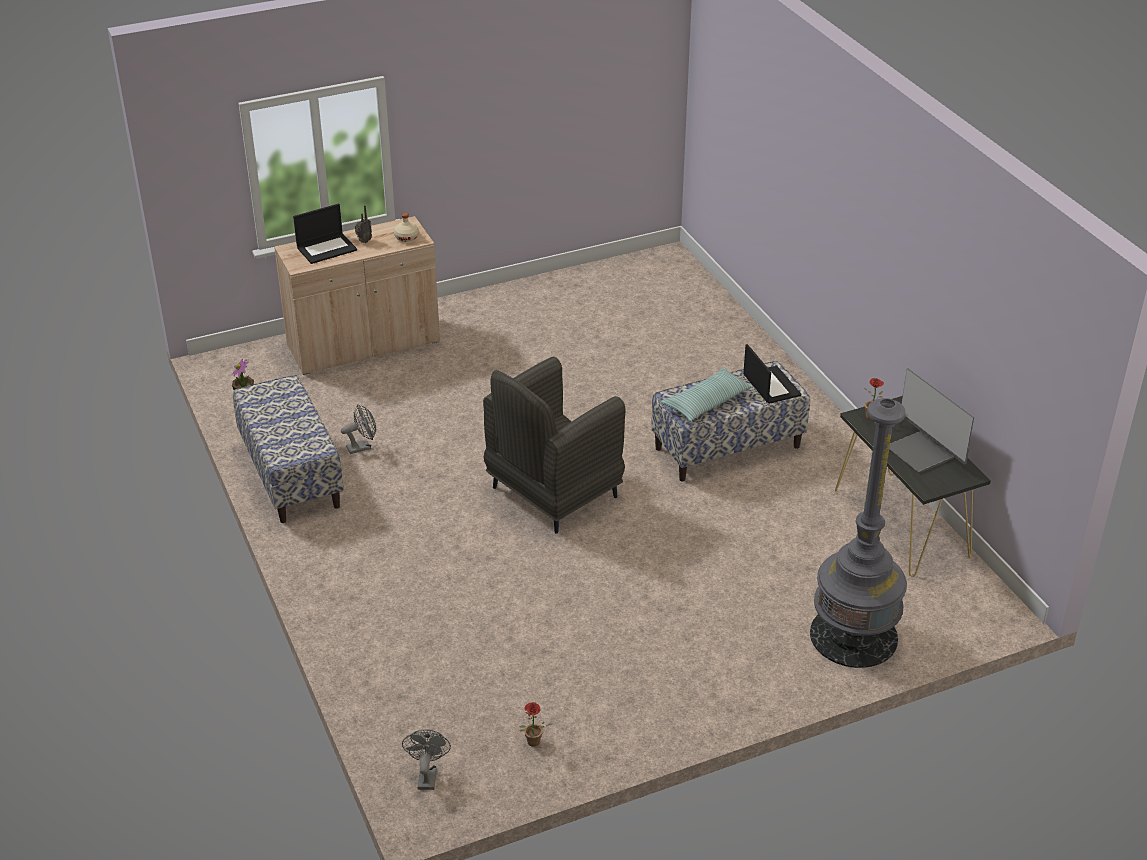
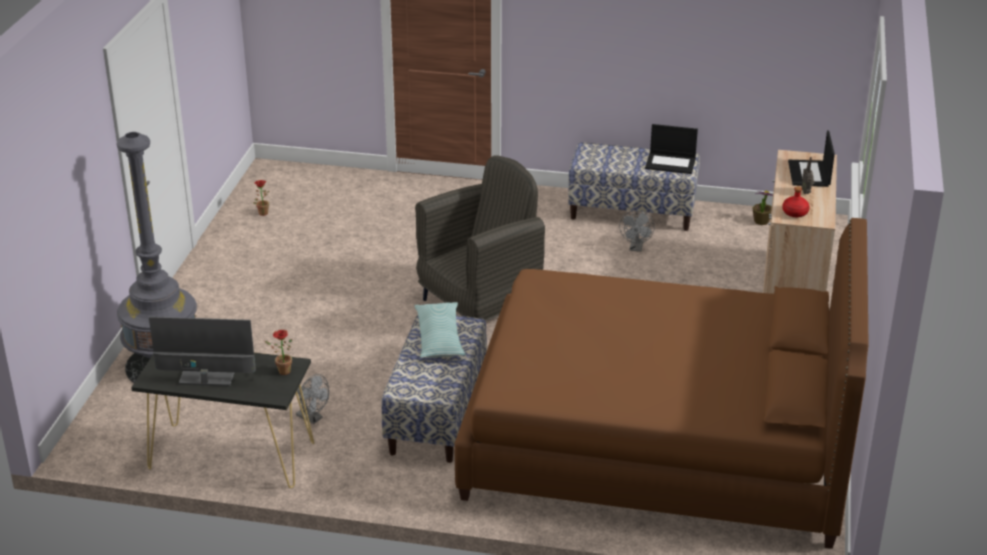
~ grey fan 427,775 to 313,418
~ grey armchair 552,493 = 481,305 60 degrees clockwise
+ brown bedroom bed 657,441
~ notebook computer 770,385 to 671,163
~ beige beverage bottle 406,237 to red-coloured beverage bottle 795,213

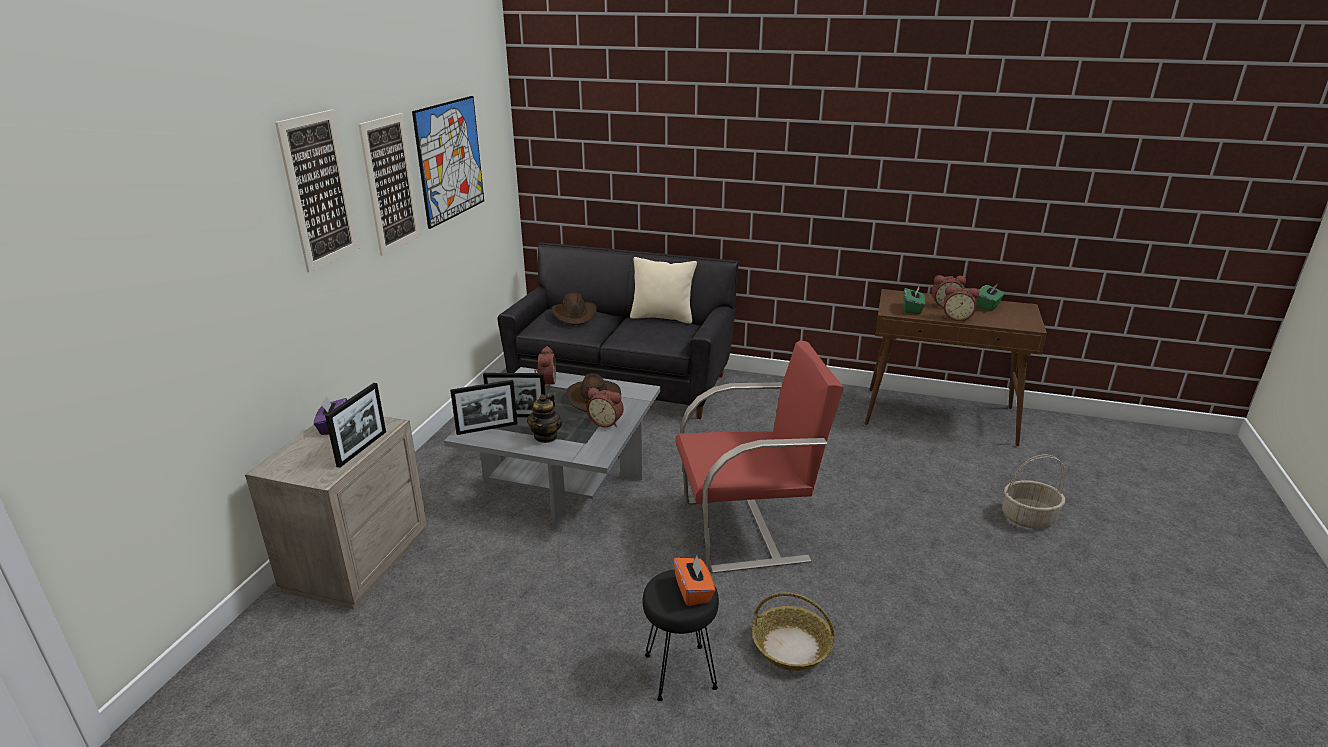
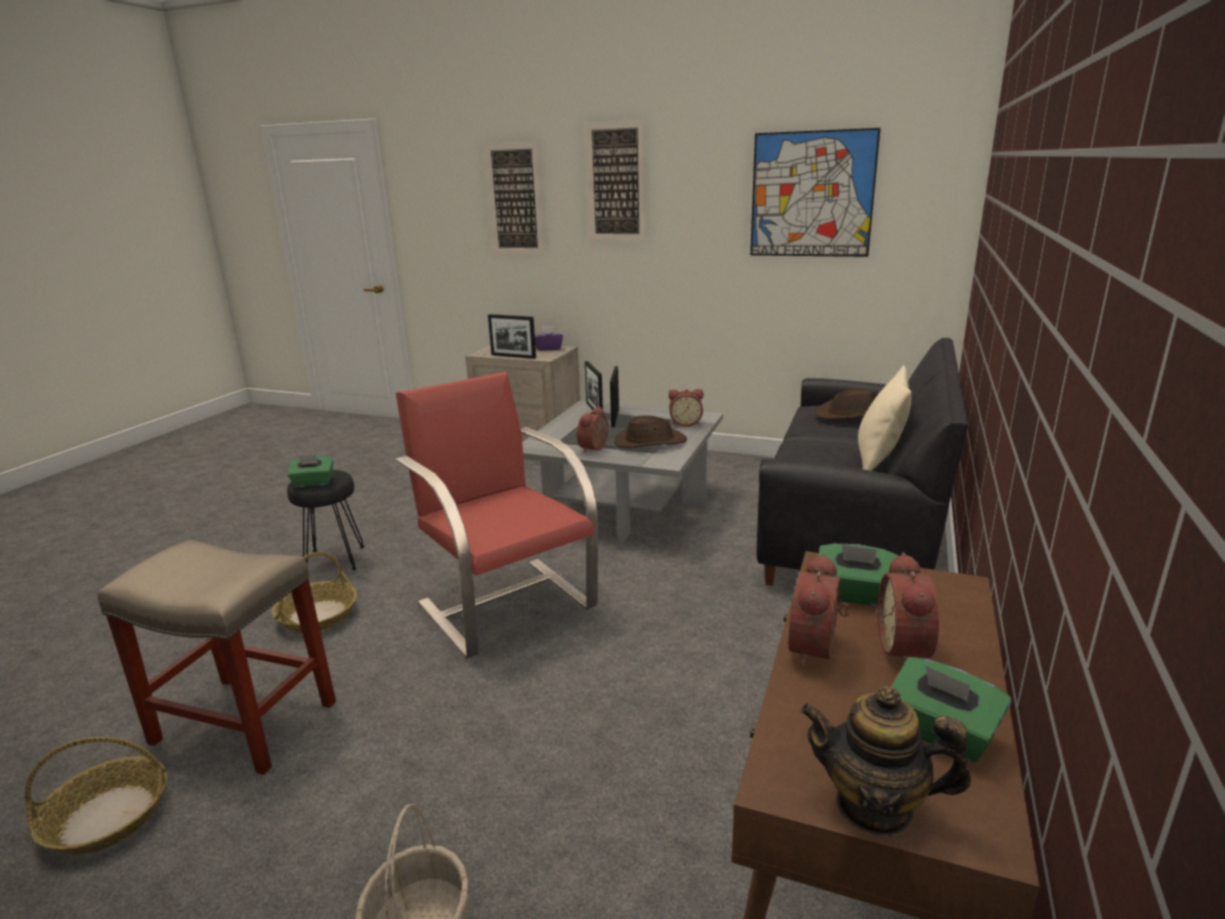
+ household basket 107,818
+ beige sitting stool 242,722
~ orange-coloured tissue box 693,591 to greenish tissue box 313,483
~ red-coloured armchair 747,529 = 506,604 150 degrees clockwise
~ wall picture 391,184 to 515,199
~ teapot 546,436 to 874,807

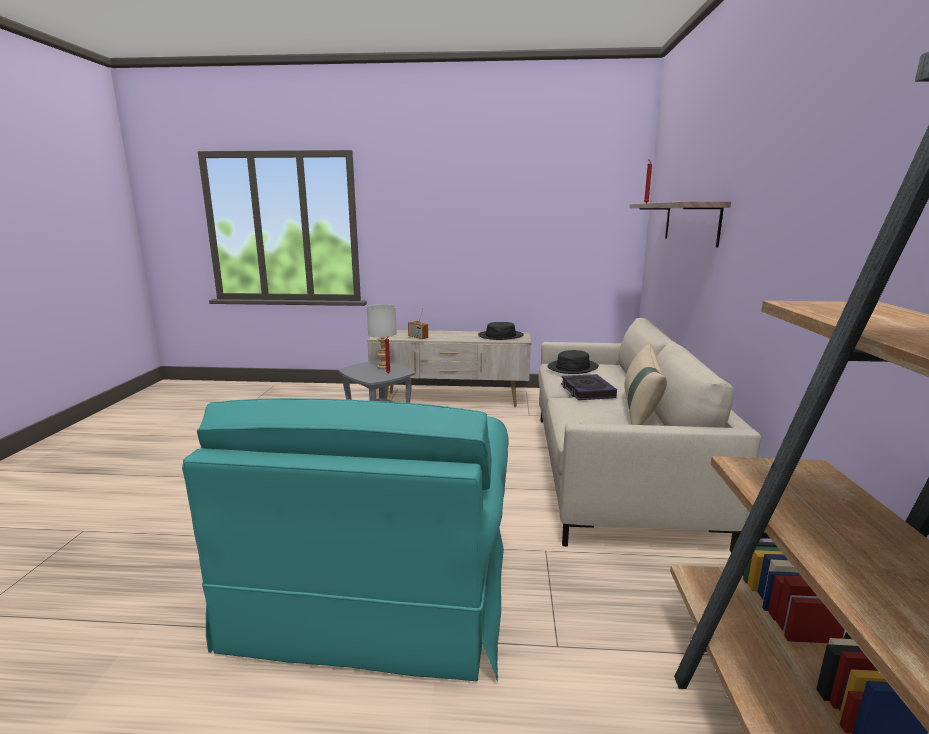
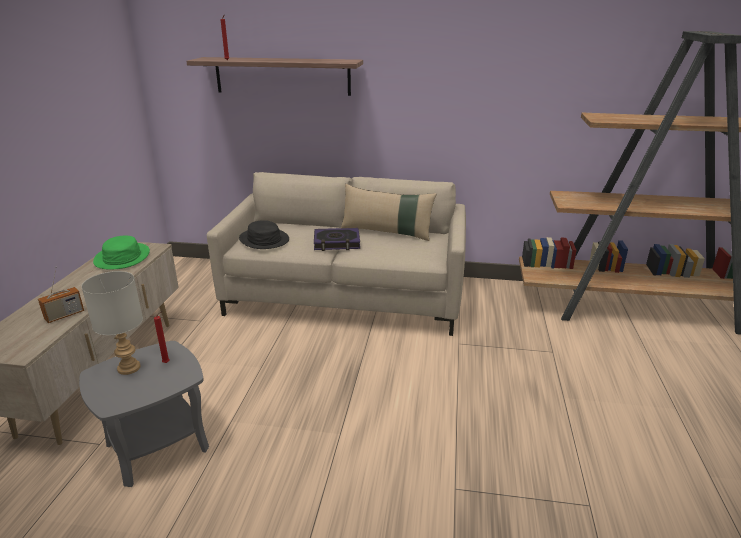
~ black-coloured clothing hat 500,336 to greenish clothing hat 122,257
- blue-green armchair 377,587

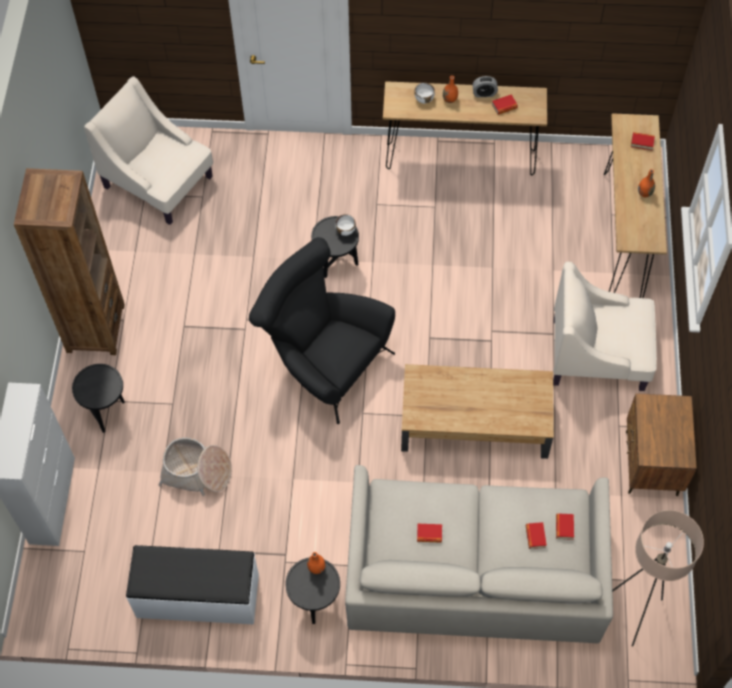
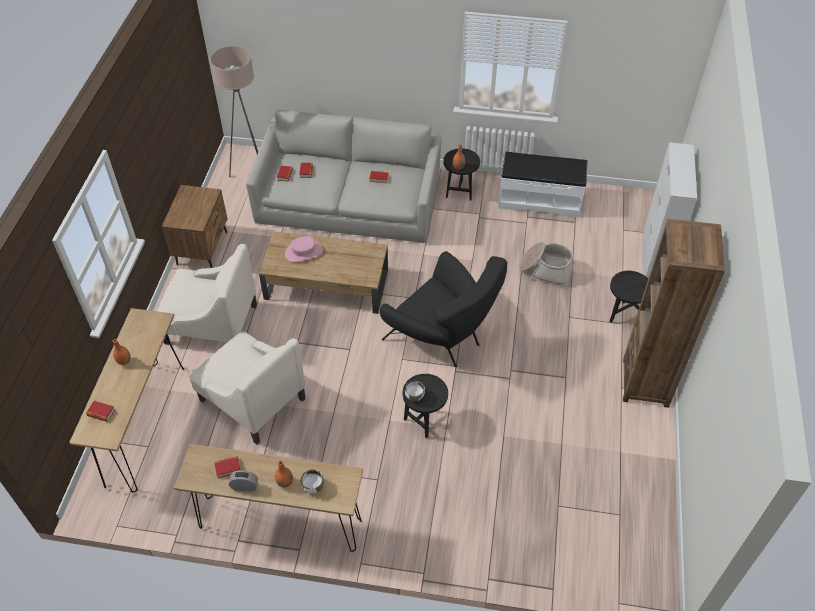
~ beige armchair 159,182 to 251,399
+ pinkish clothing hat 304,252

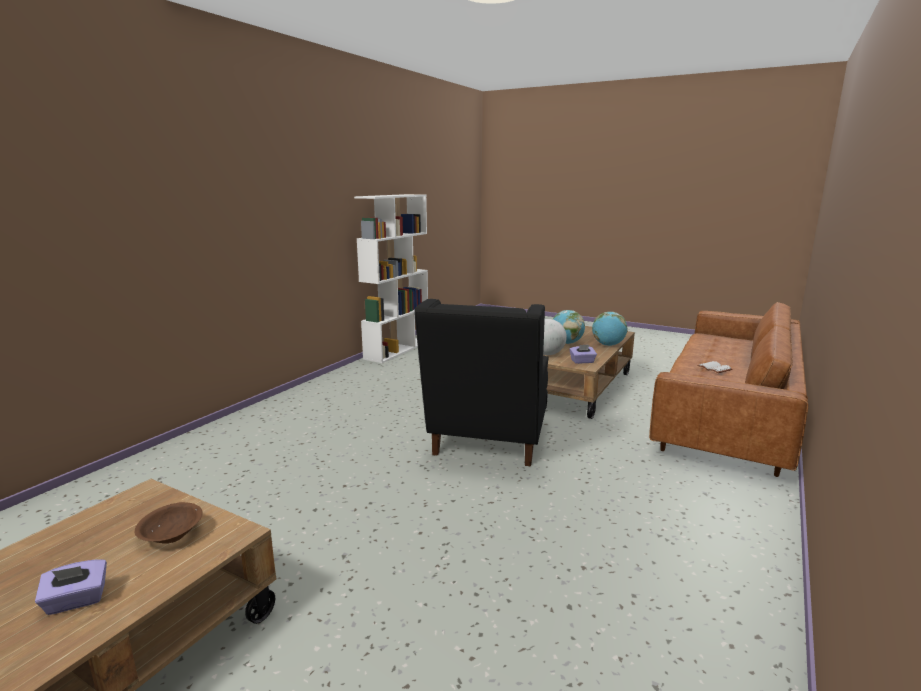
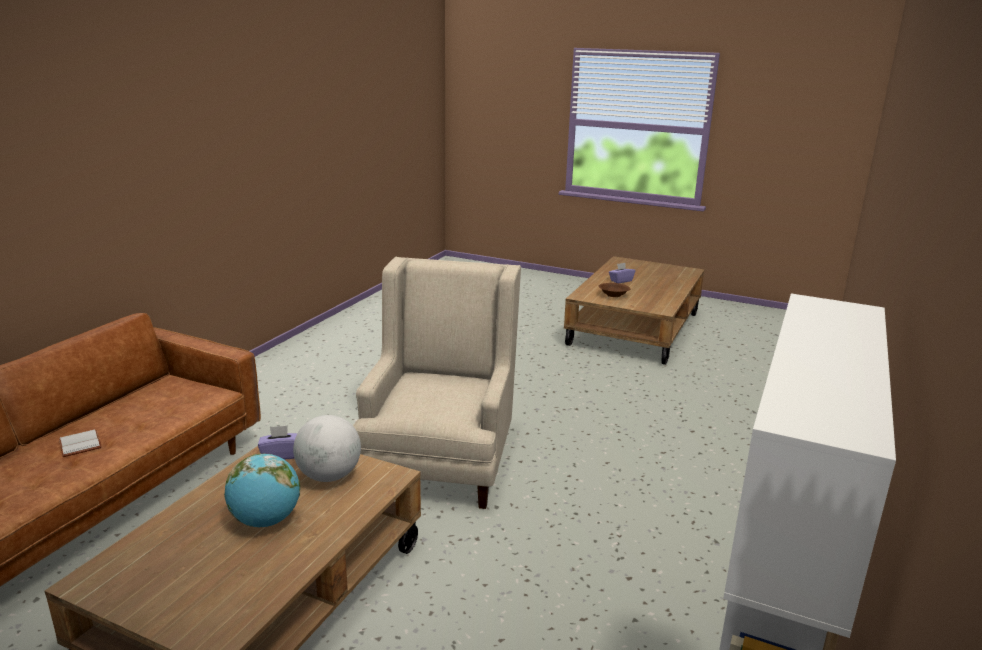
~ black-coloured armchair 487,443 to beige armchair 440,458
- desk globe 608,345

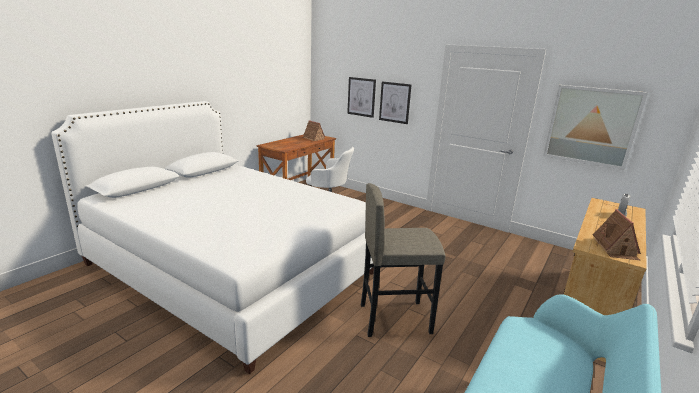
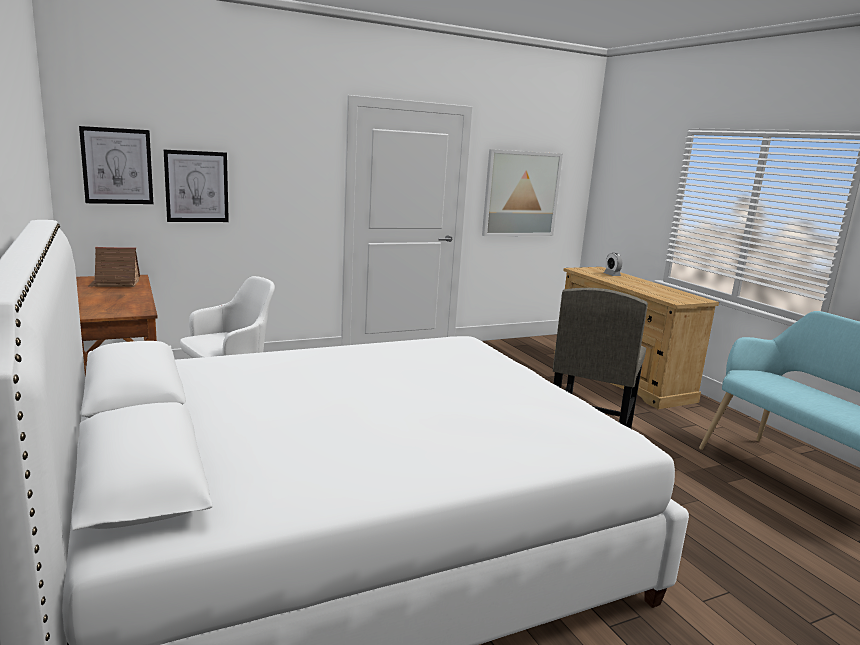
~ wall picture 395,102 to 117,166
- model house 615,248

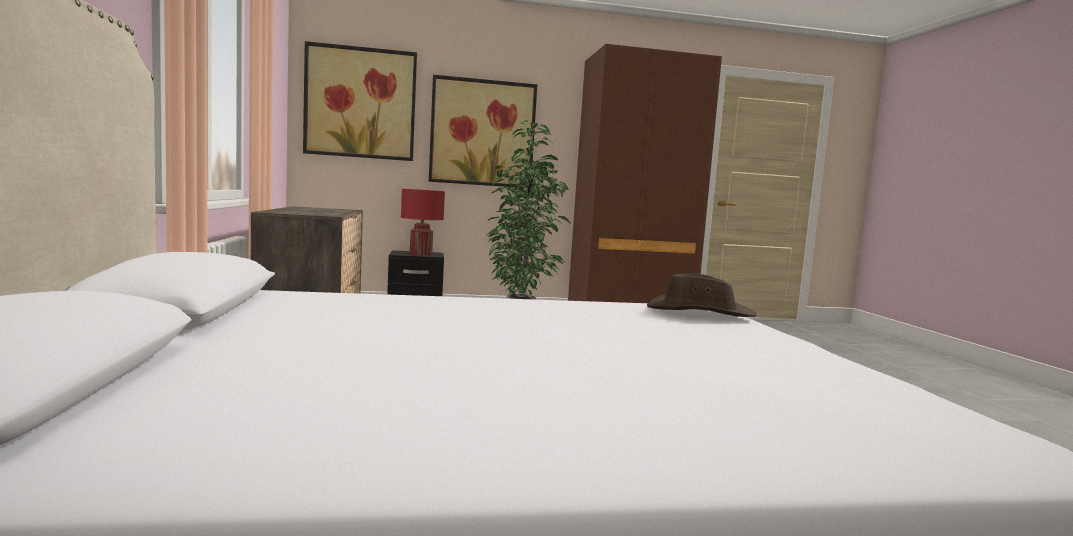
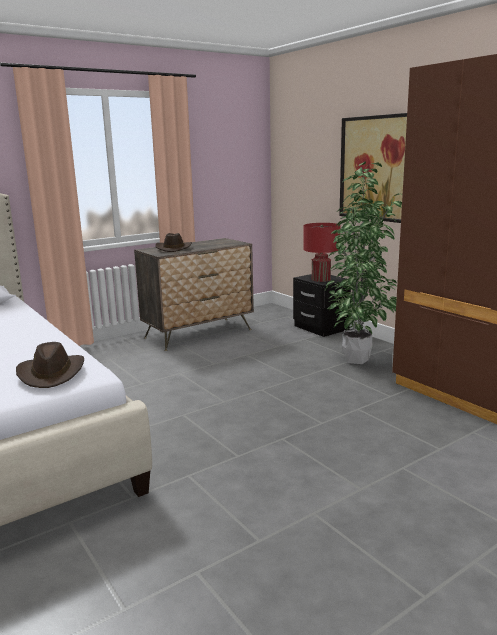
+ brown clothing hat 174,248
- wall picture 360,103

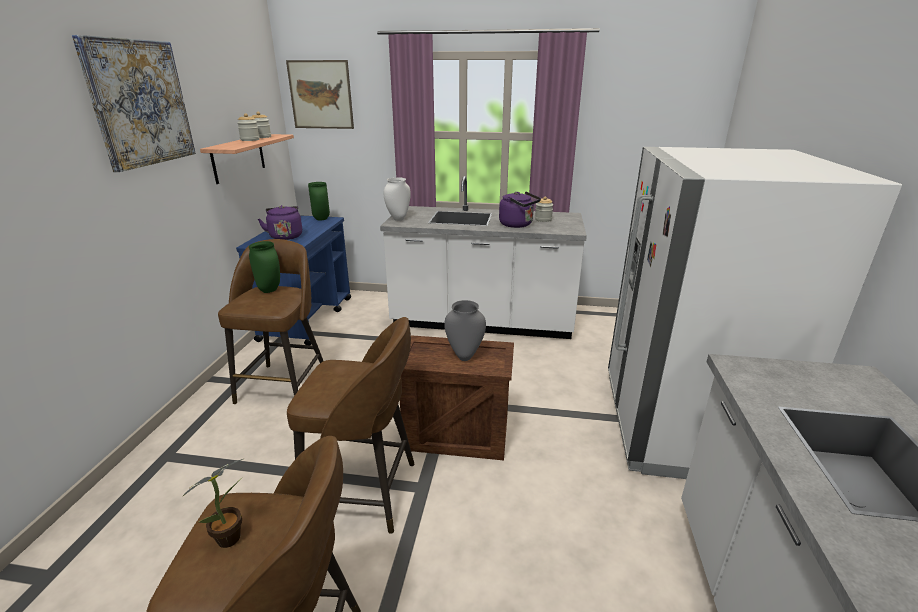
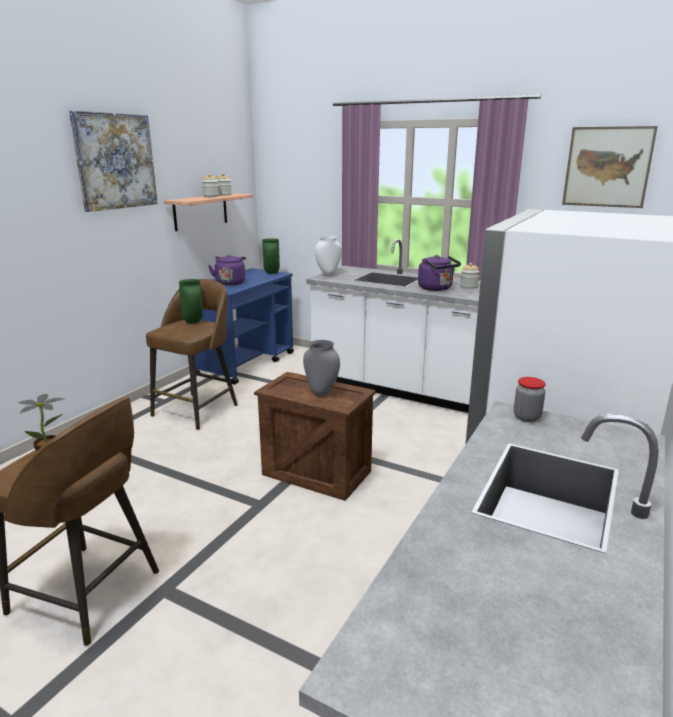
+ jar 527,417
~ wall picture 321,95 to 607,167
- brown sitting stool 364,491

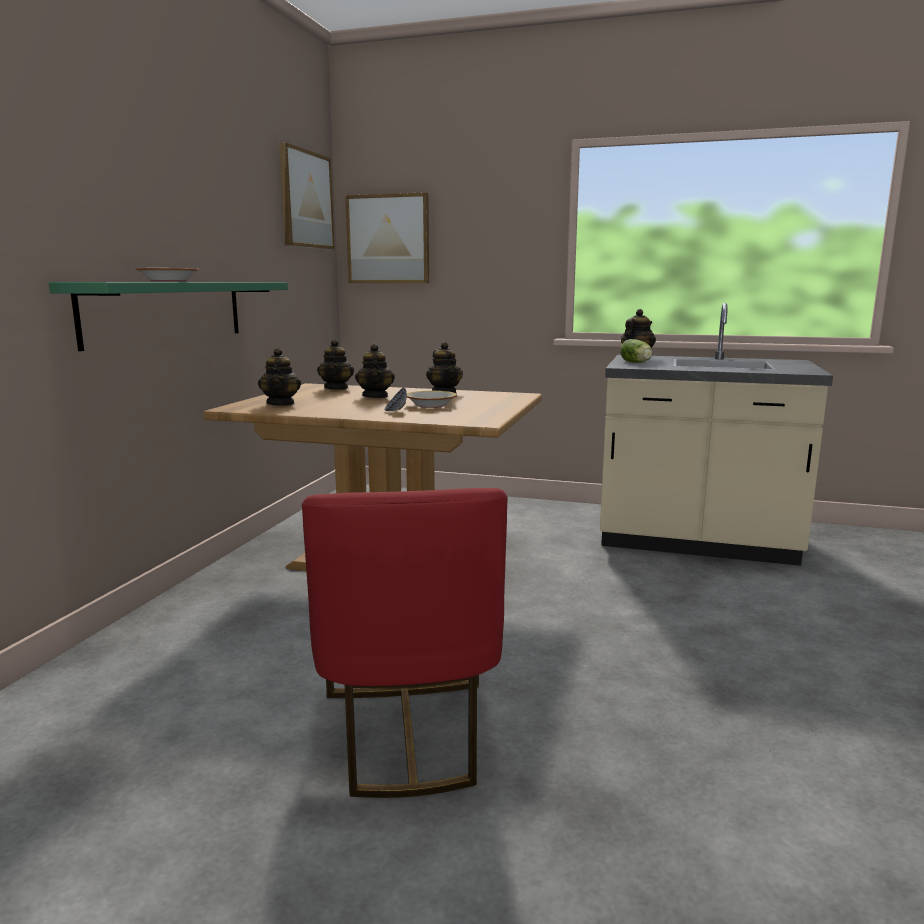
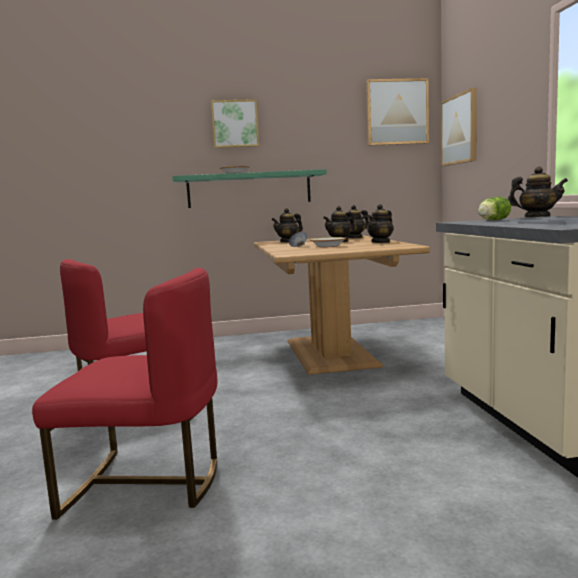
+ red-coloured chair 146,483
+ wall picture 235,124

